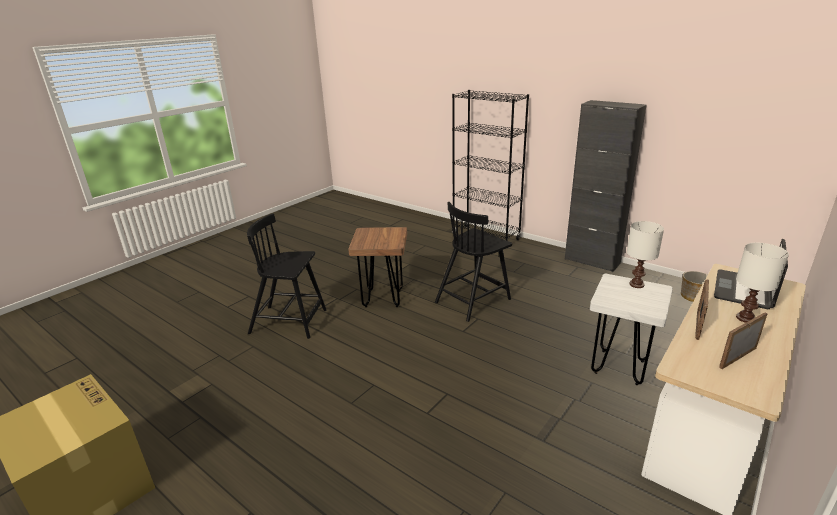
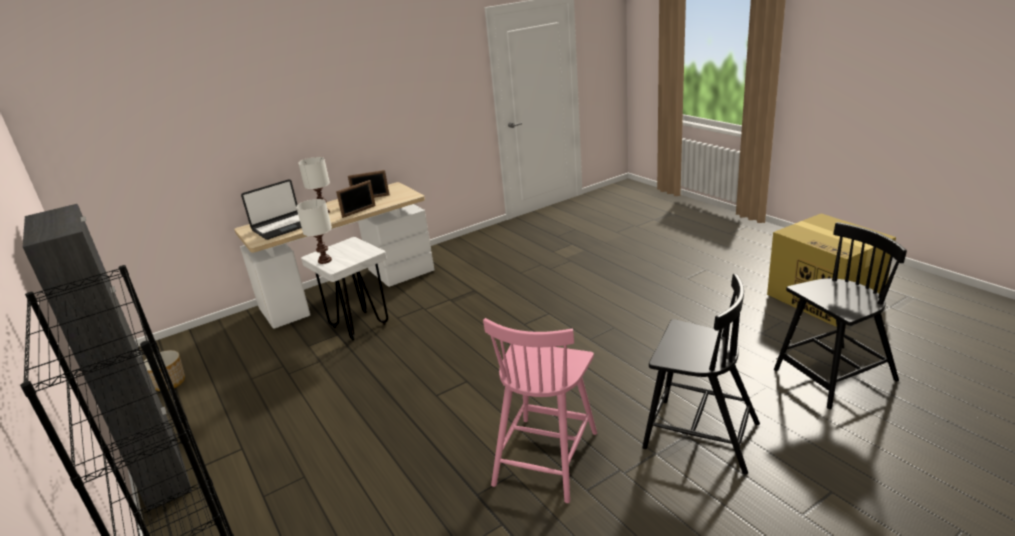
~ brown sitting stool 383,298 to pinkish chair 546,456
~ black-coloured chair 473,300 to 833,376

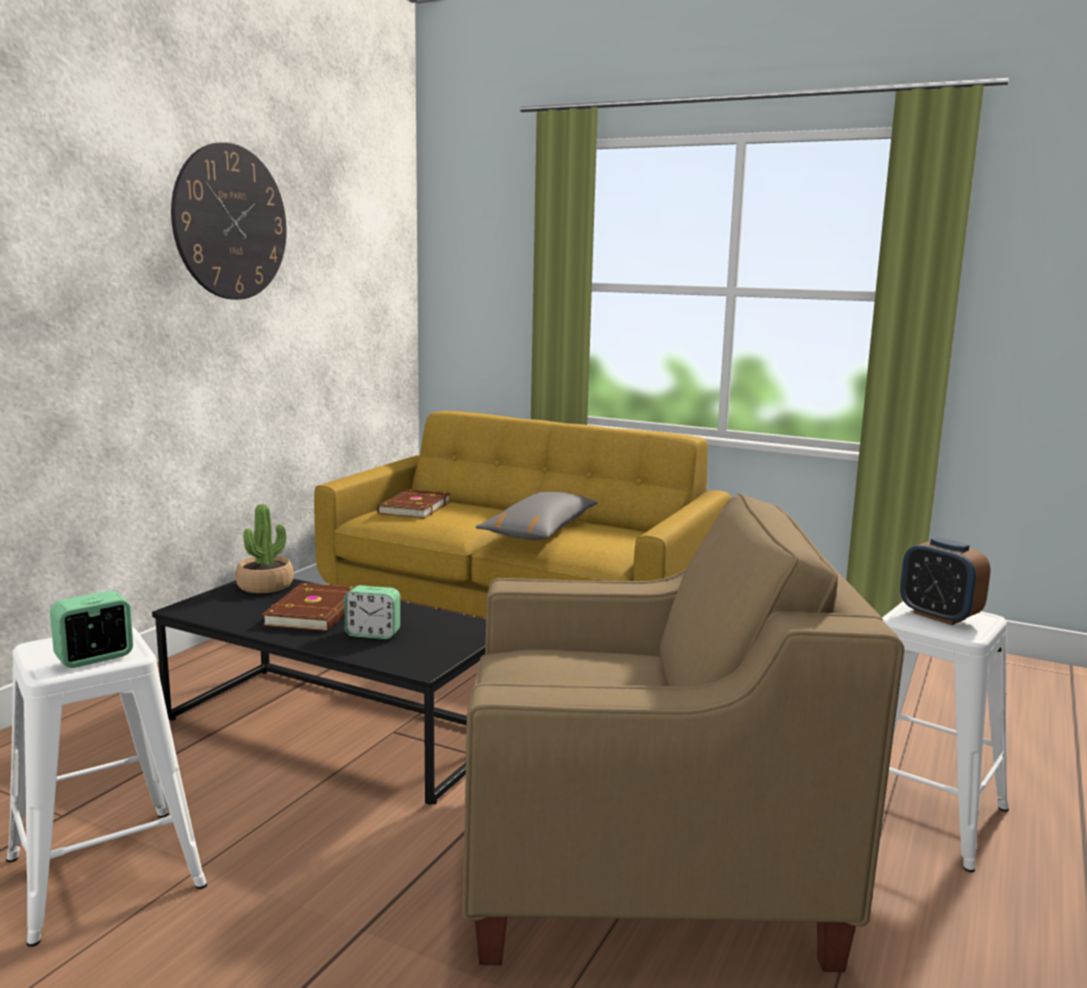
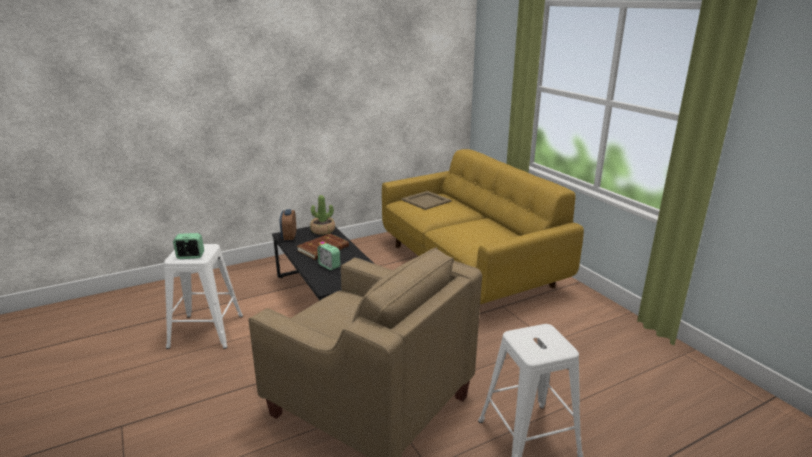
~ bedside clock 939,616 to 289,236
~ brown volume 413,508 to beige tray 425,200
- clock on the wall 230,222
- grey cushion 540,530

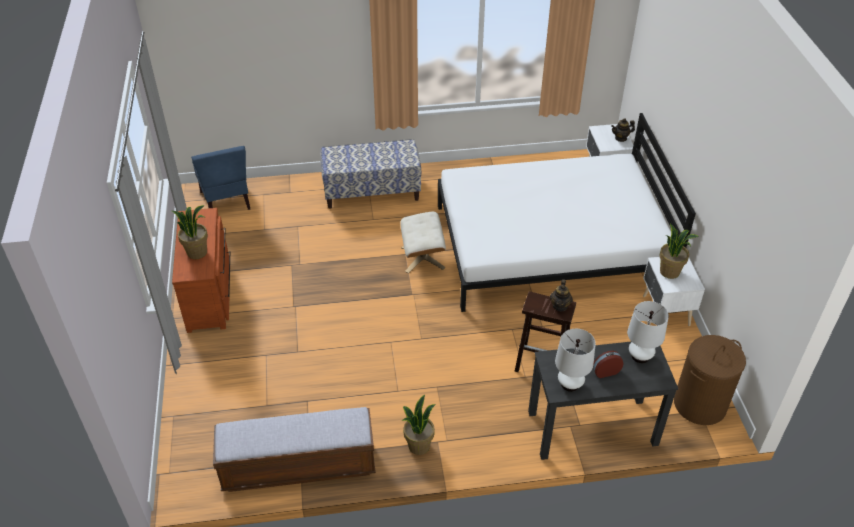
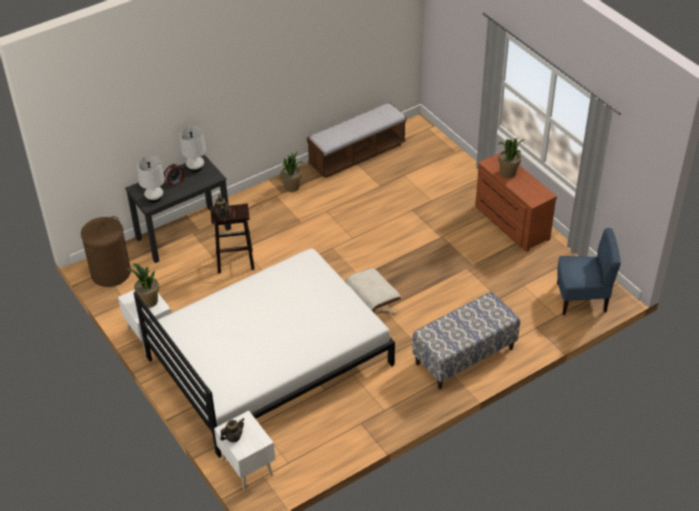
~ blue chair 226,200 = 581,299 135 degrees clockwise

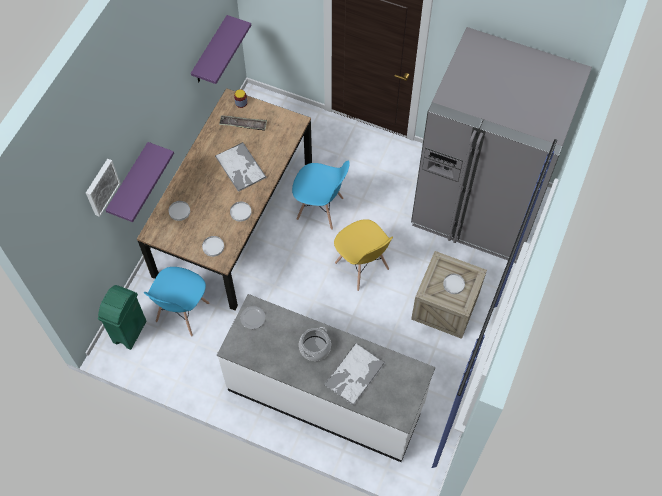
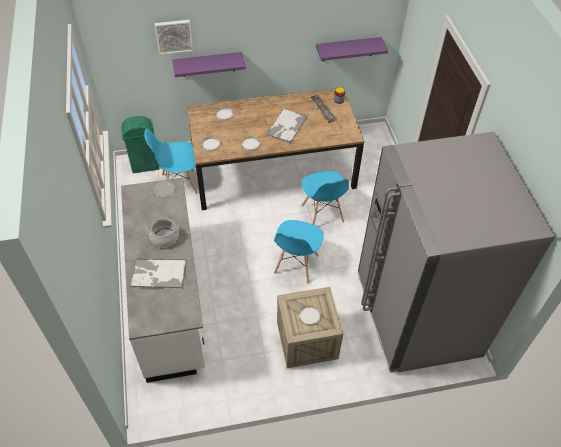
~ yellowish chair 362,266 to blue chair 296,265

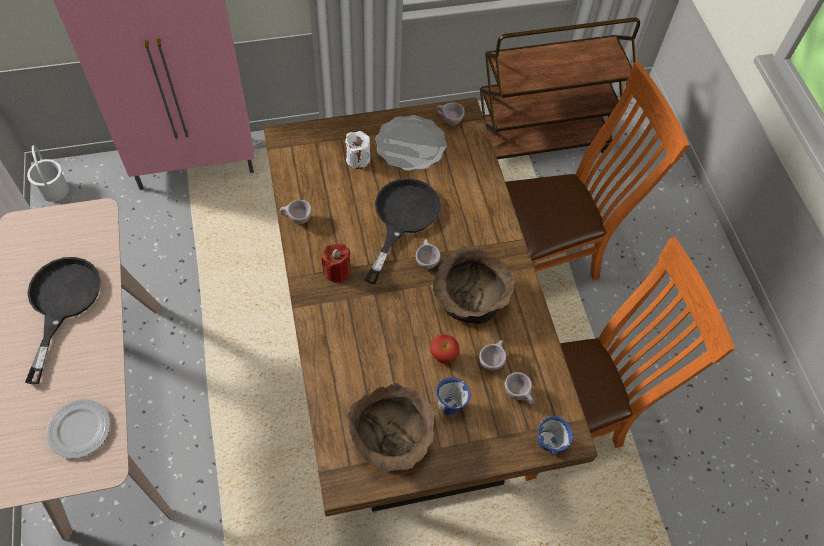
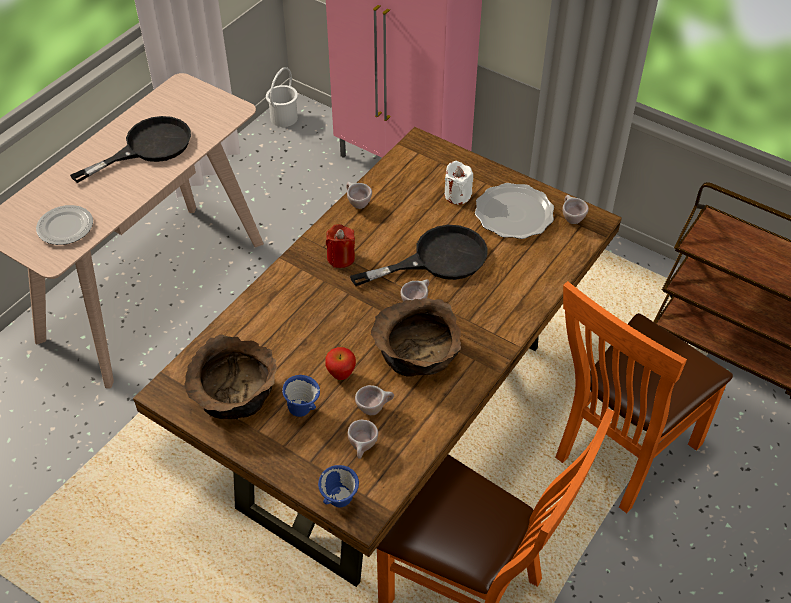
~ orange-coloured chair 549,259 = 620,454 105 degrees clockwise

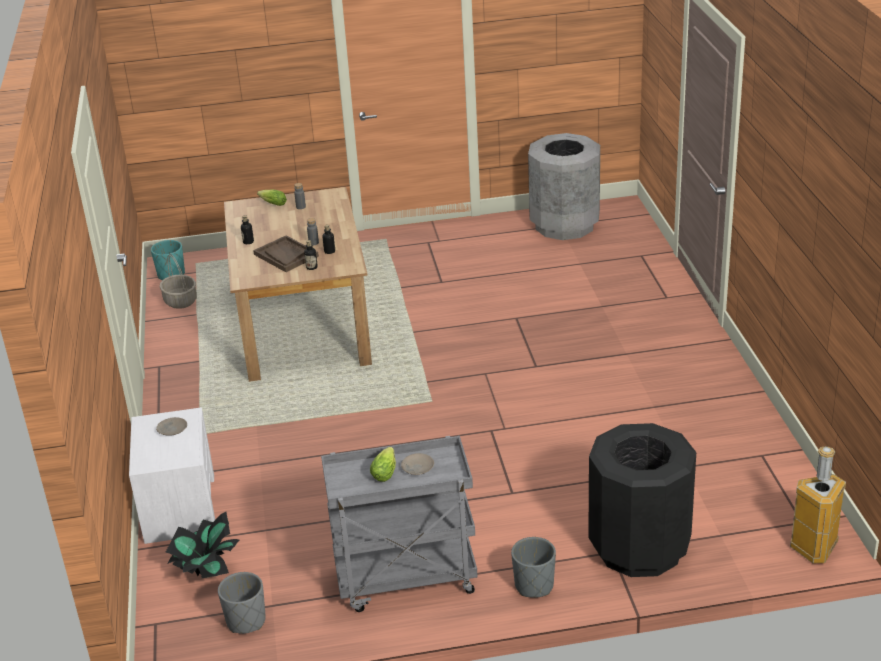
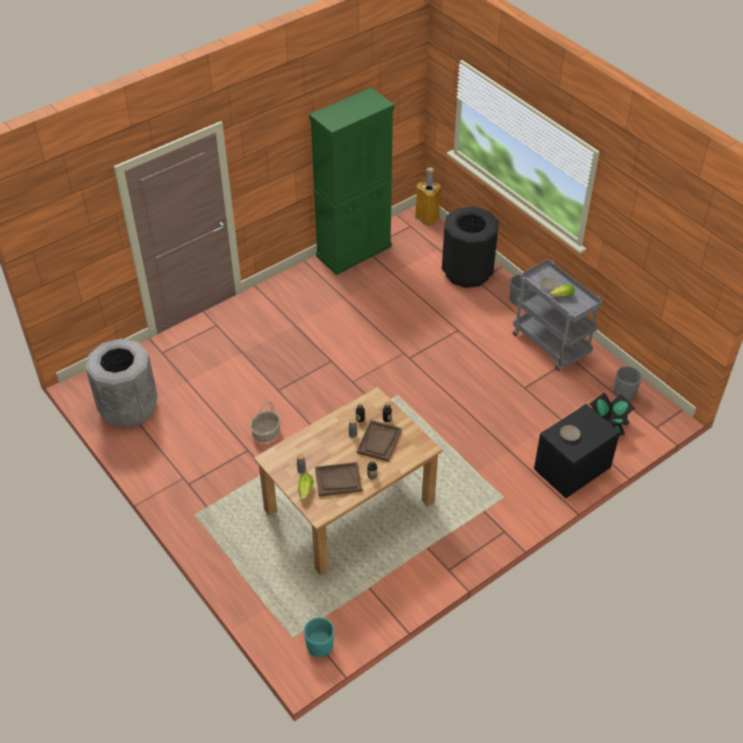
~ household basket 181,301 to 266,433
+ greenish cupboard 354,251
+ brown tray 338,480
~ white bedside table 180,507 to black-coloured bedside table 571,468

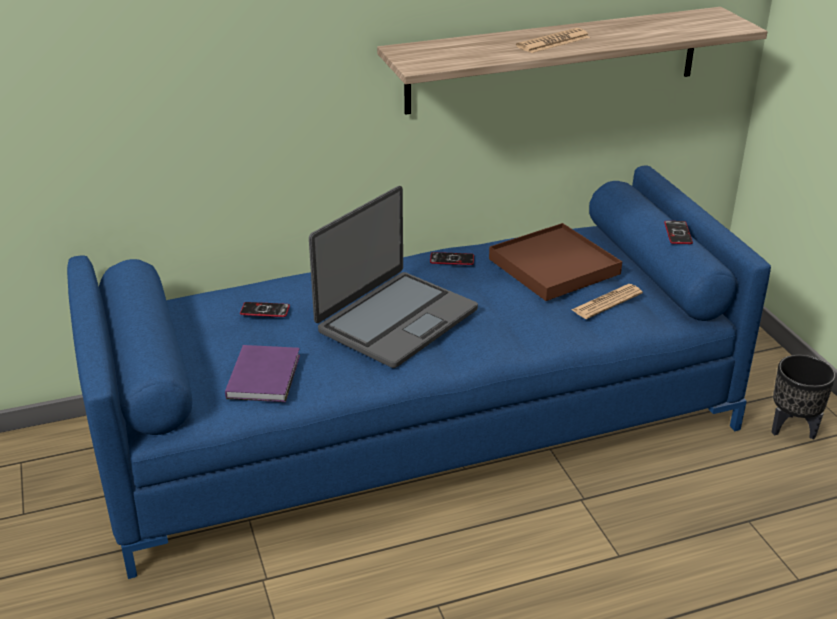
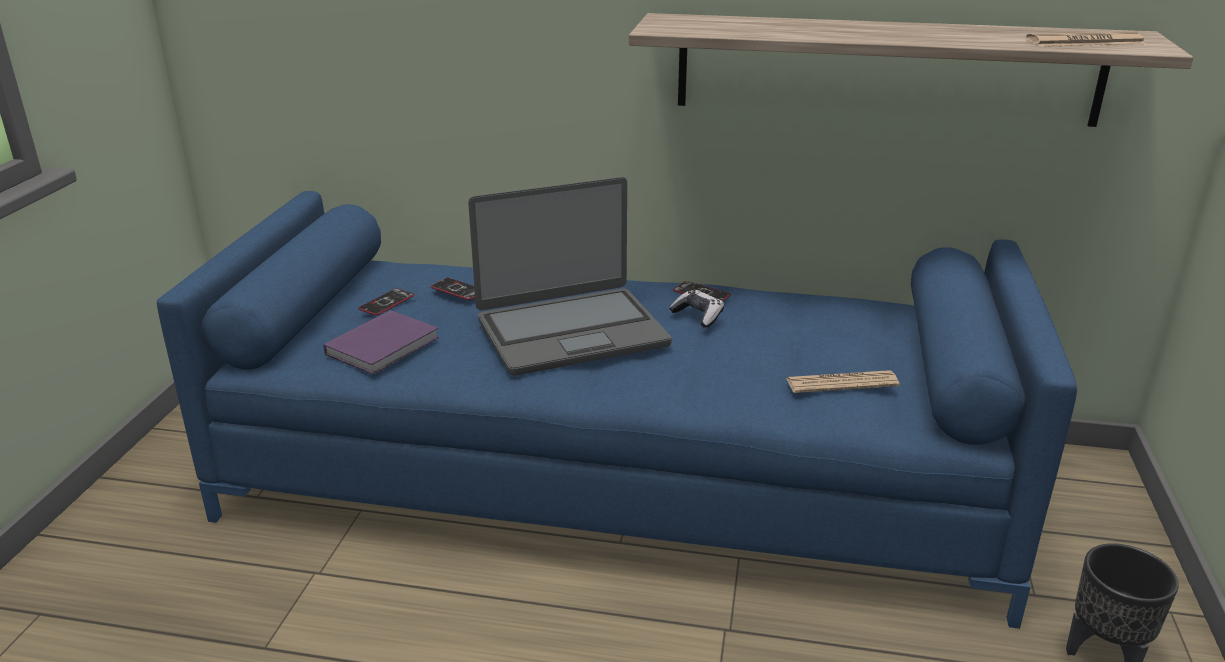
~ handset 678,233 to 386,303
+ game controller 698,316
~ daily paper 553,42 to 1085,42
- brown tray 554,266

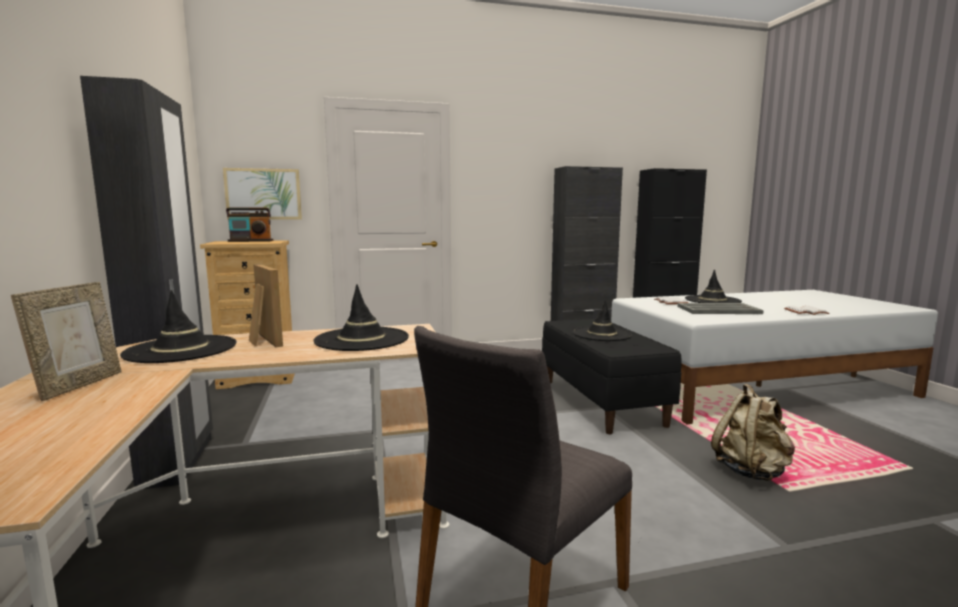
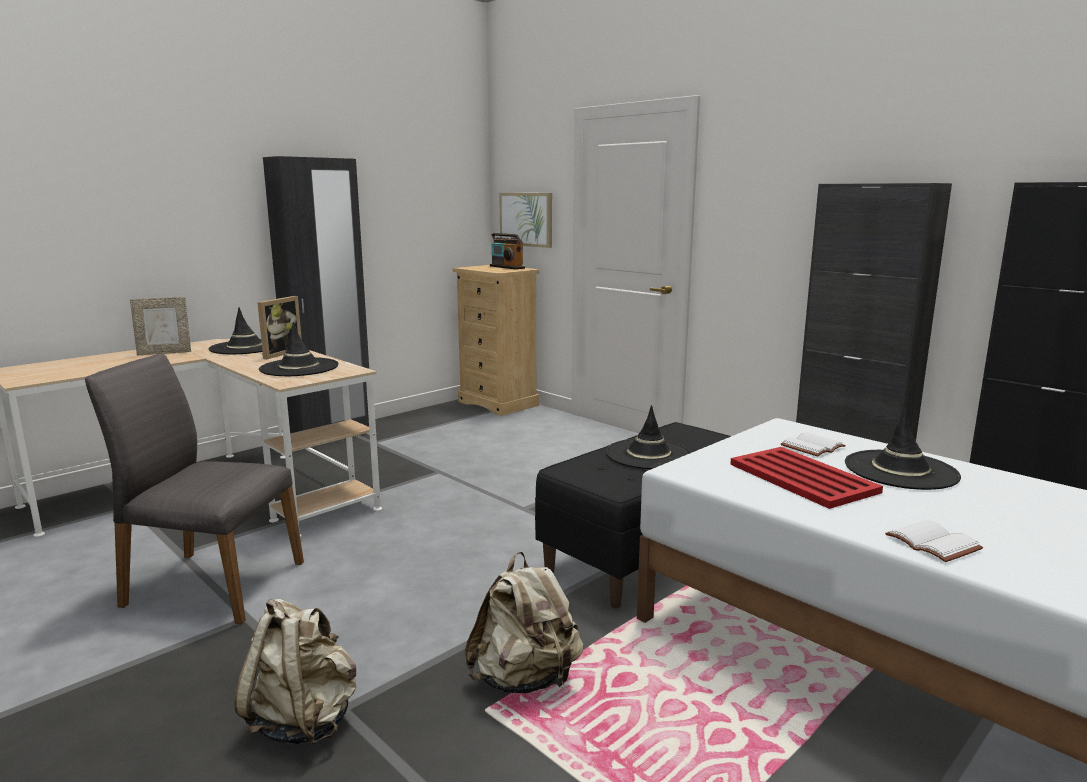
+ beige backpack 304,720
~ grey tray 719,310 to red-coloured tray 803,478

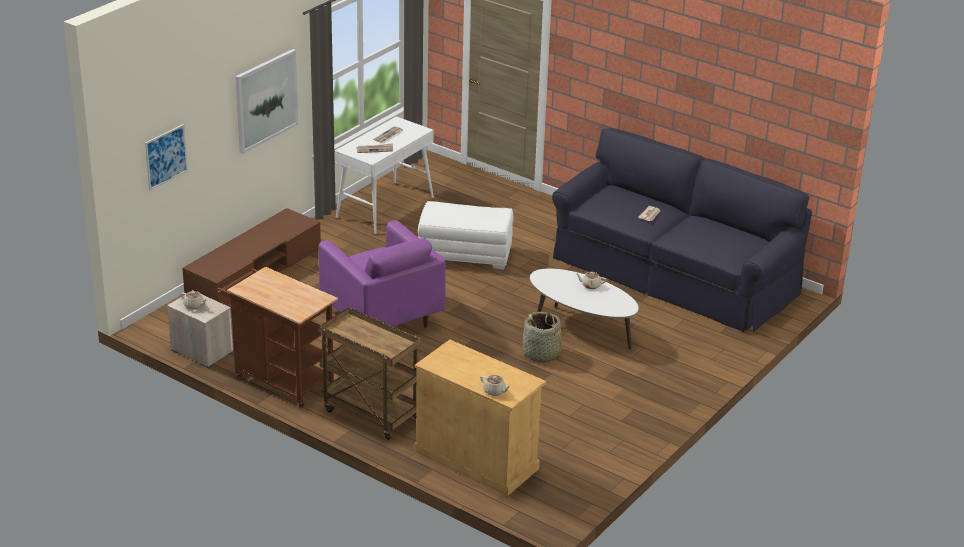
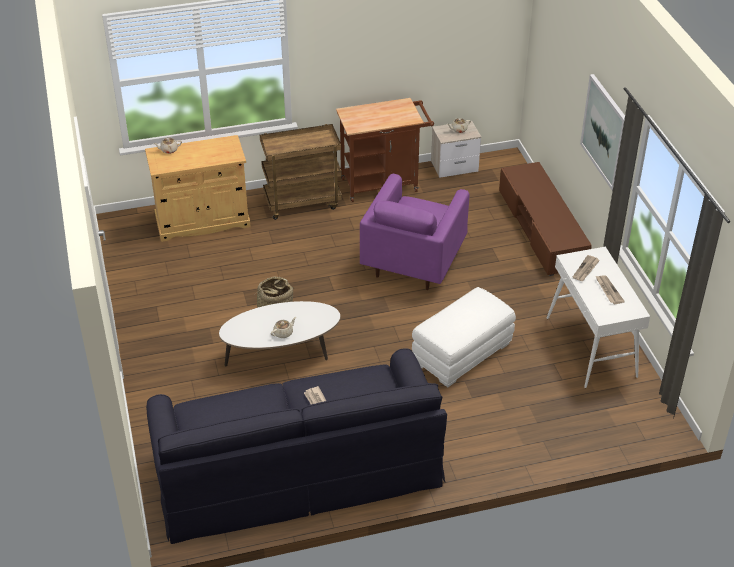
~ purple armchair 381,317 = 413,261 75 degrees counterclockwise
- wall picture 166,156

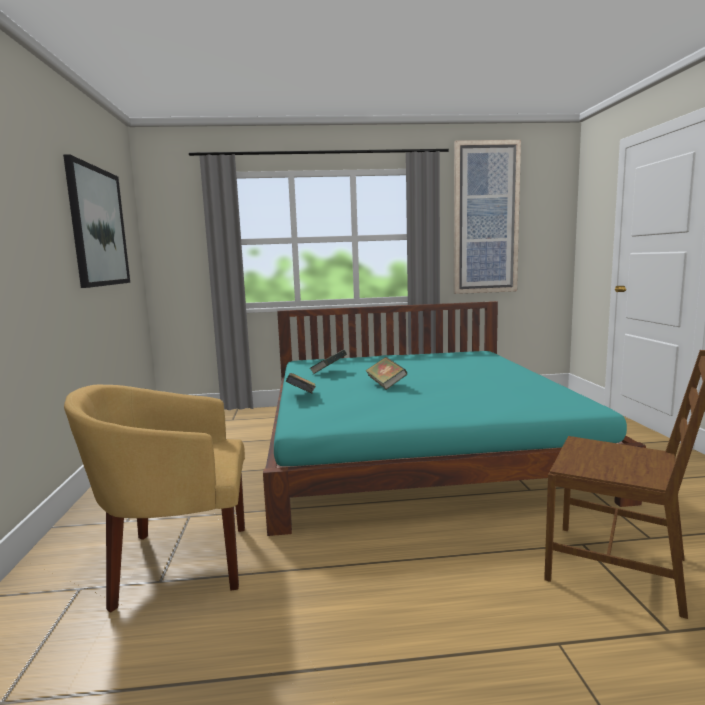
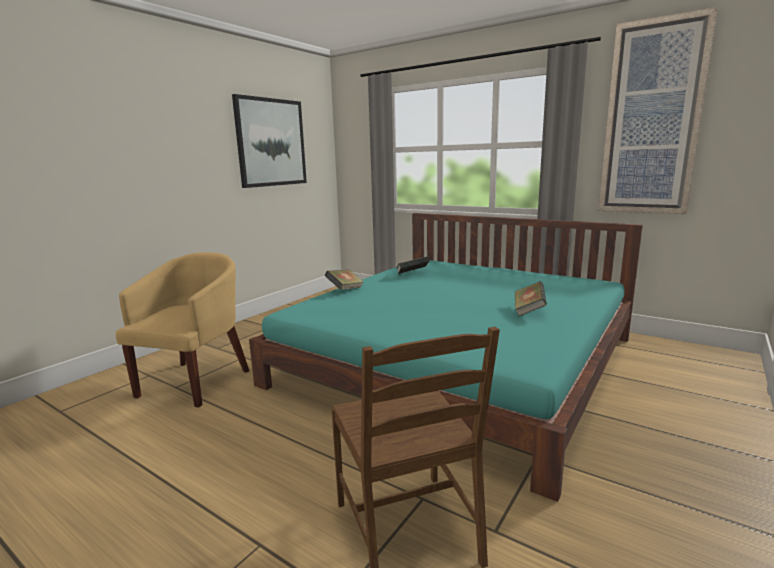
~ yellowish armchair 176,563 = 196,381 75 degrees clockwise
~ volume 386,385 to 528,311

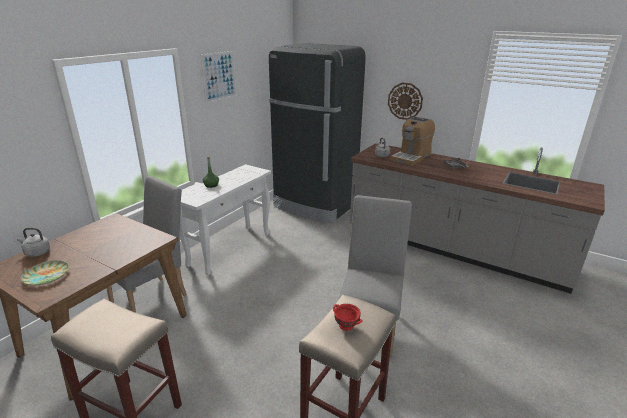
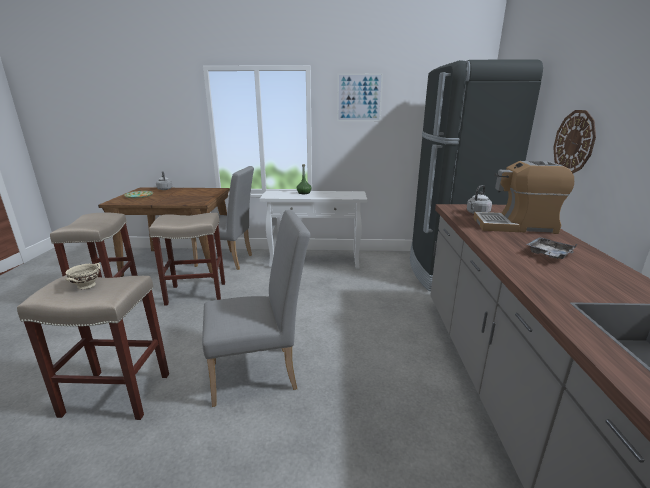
~ red-coloured deep dish 346,325 to beige deep dish 87,285
+ beige sitting stool 197,293

